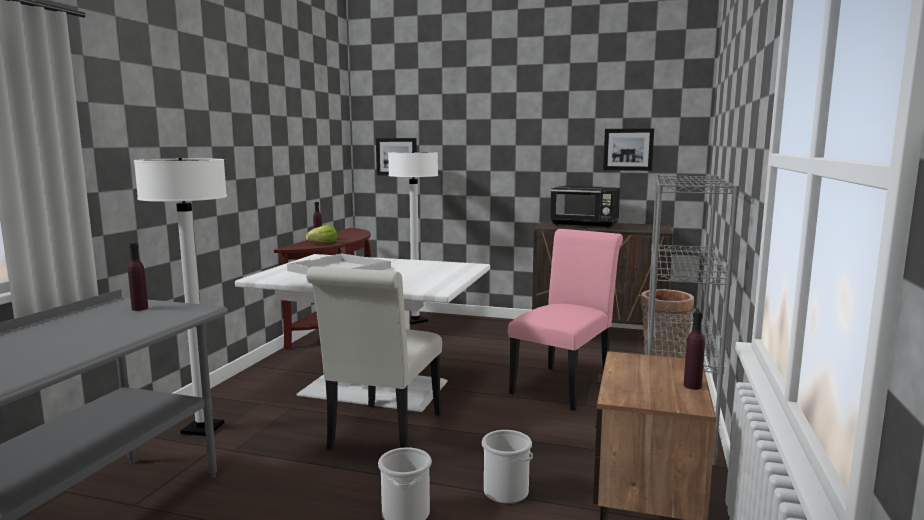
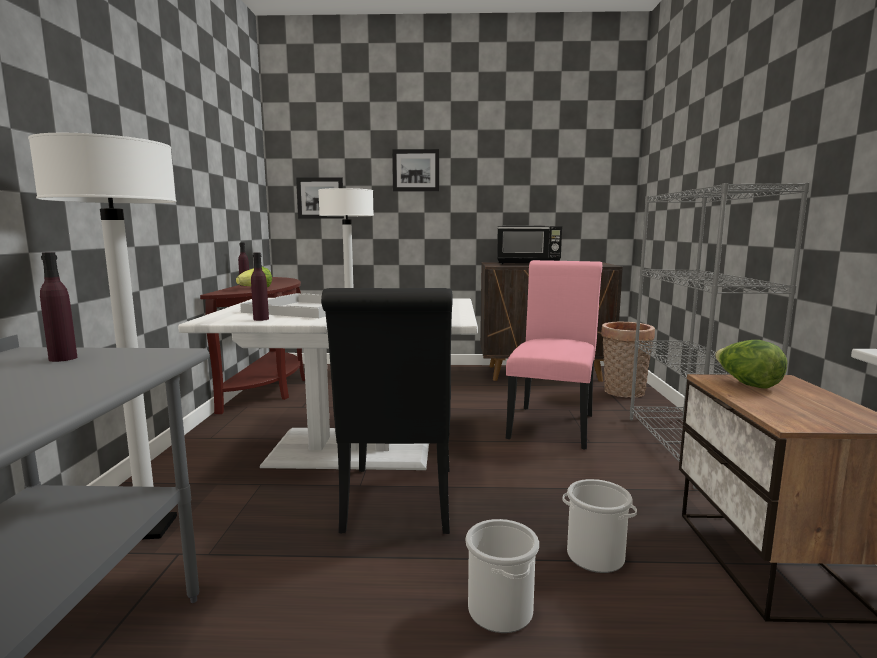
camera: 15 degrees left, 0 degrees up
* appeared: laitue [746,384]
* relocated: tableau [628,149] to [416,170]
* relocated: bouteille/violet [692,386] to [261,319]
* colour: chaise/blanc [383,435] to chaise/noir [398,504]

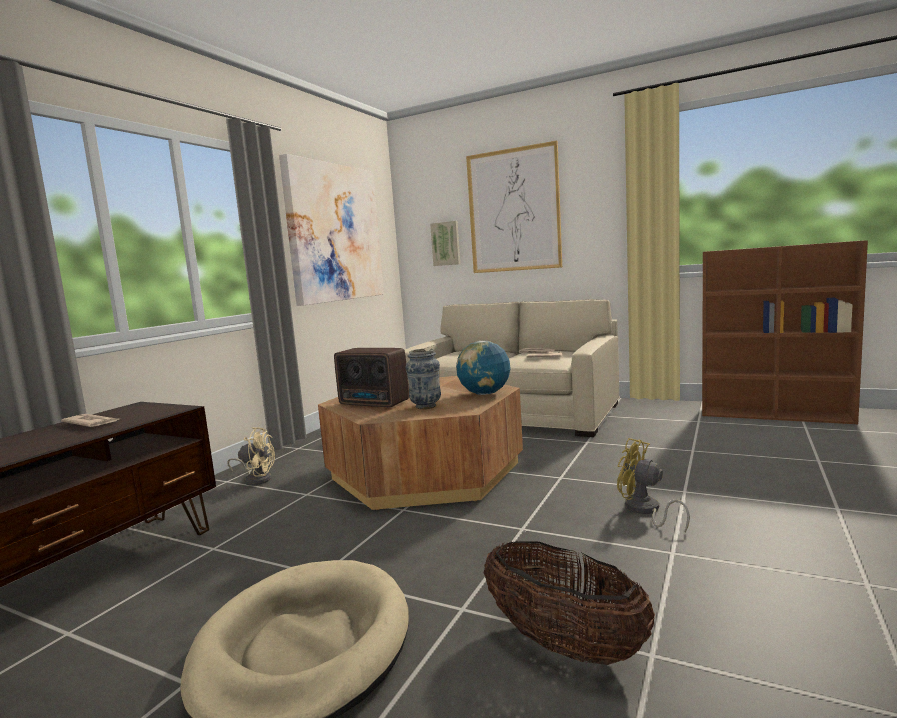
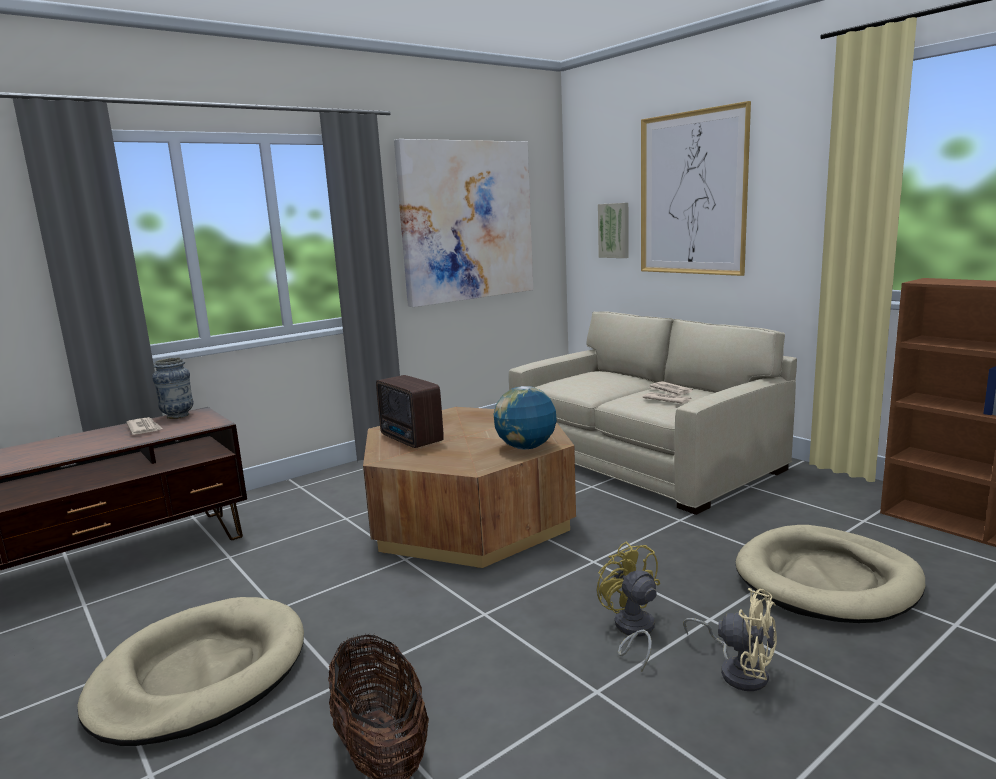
camera: 25 degrees right, 5 degrees up
* appeared: panier pour chien/beige [827,580]
* relocated: ventilateur/beige [256,479] to [739,670]
* relocated: vase [426,406] to [178,416]

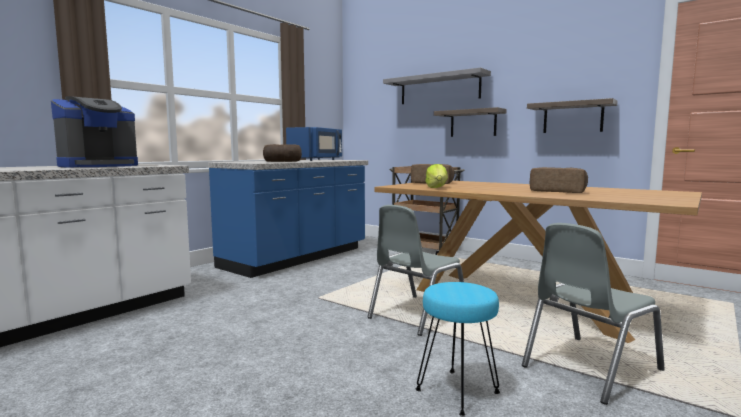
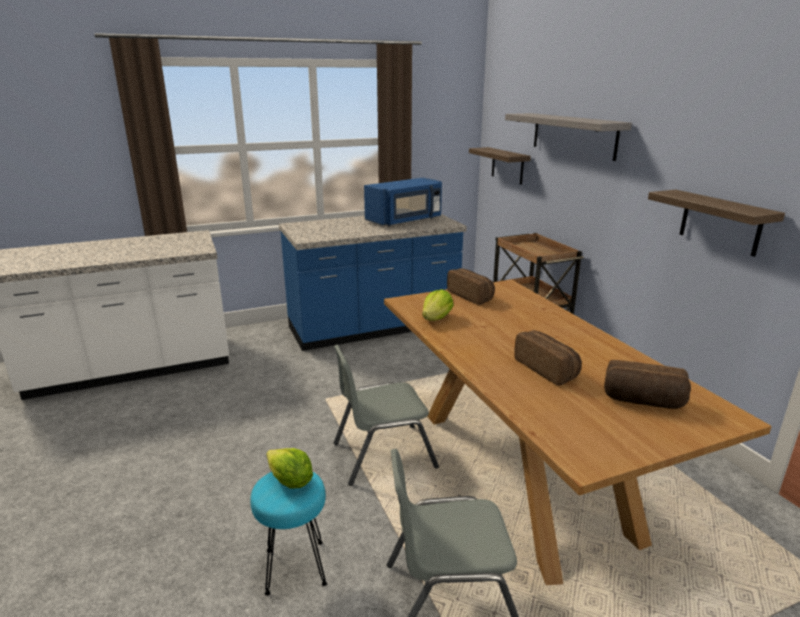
camera: 30 degrees right, 15 degrees up
* missing: machine à café [99,166]
* appeared: laitue [290,482]
* relocated: pain [282,161] to [643,402]
* relocated: étagère [473,123] to [507,165]

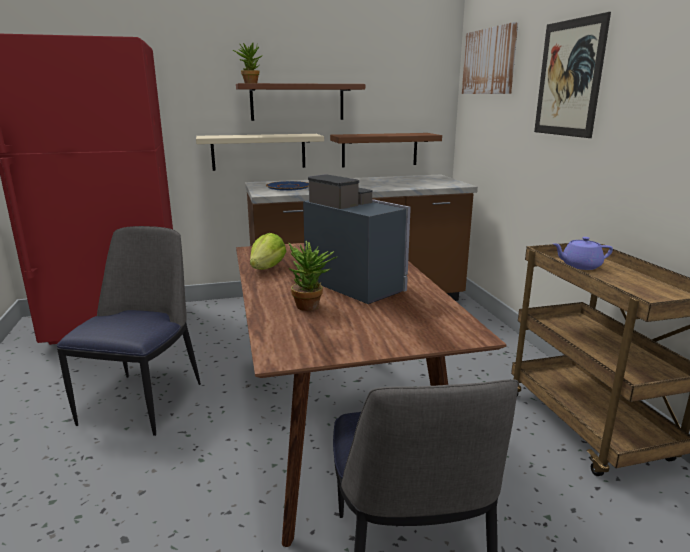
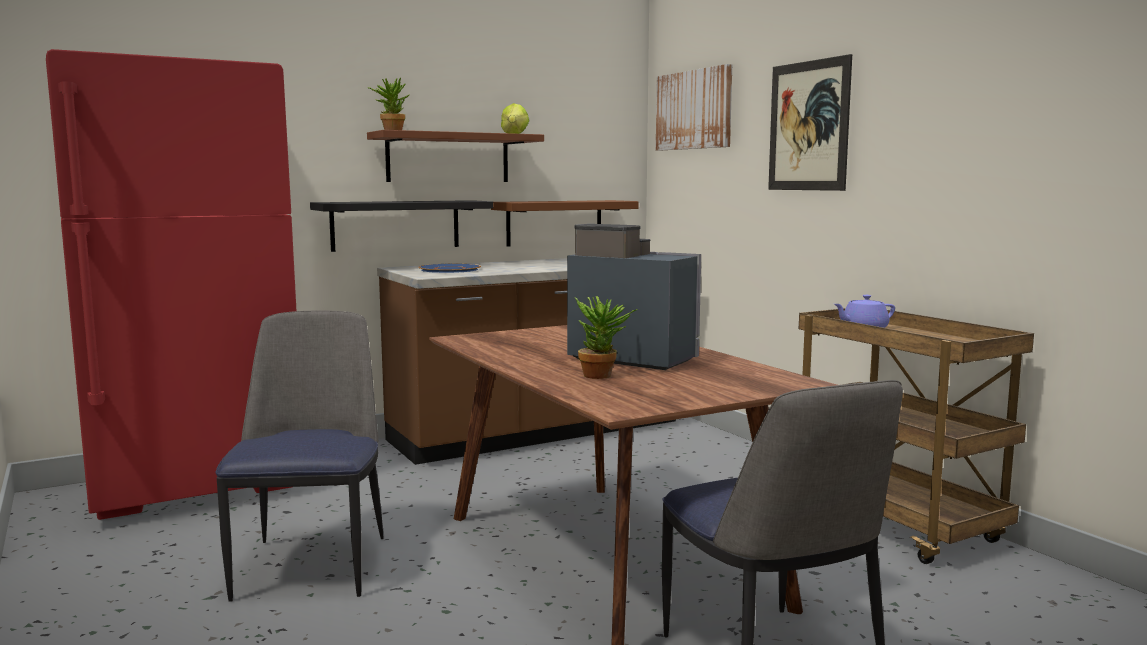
camera: 15 degrees left, 10 degrees down
* relocated: laitue [267,268] to [514,134]
* colour: étagère/beige [259,151] to étagère/noir [396,225]

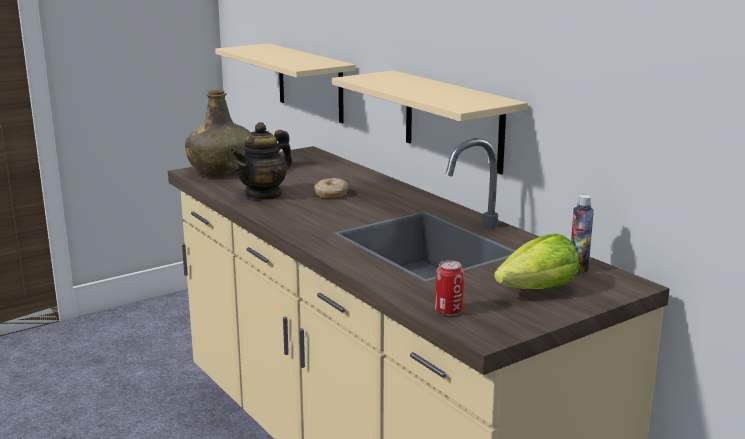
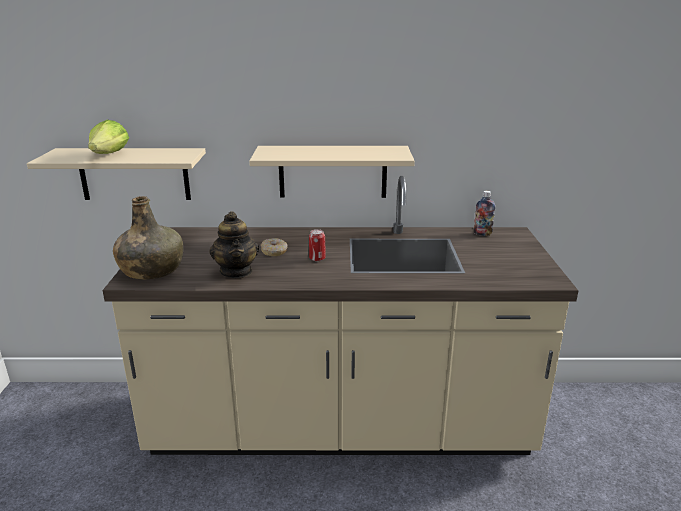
camera: 55 degrees left, 5 degrees up
* relocated: boîte métallique [448,311] to [317,258]
* relocated: laitue [538,290] to [109,155]

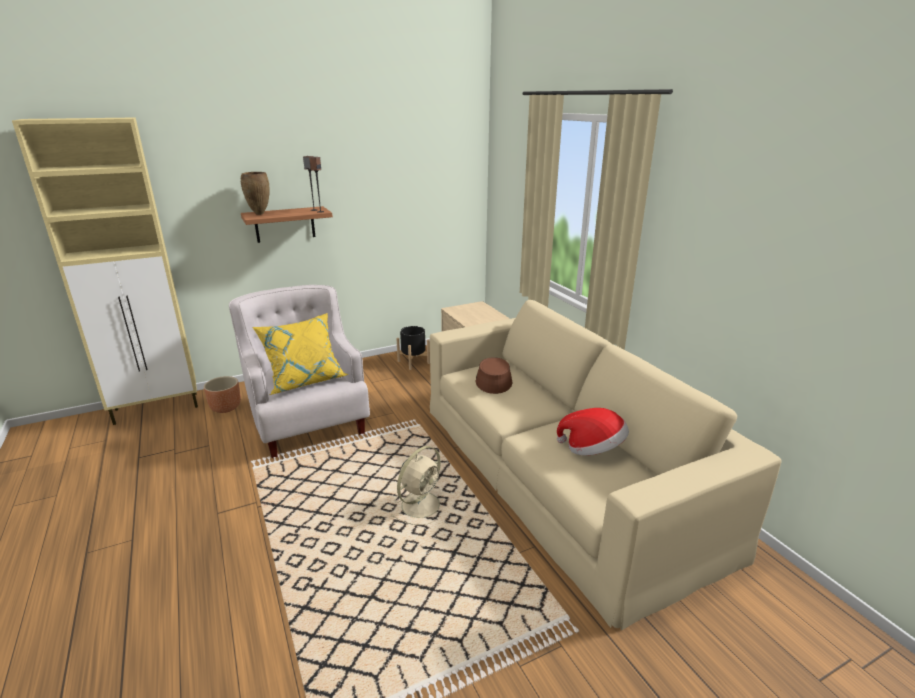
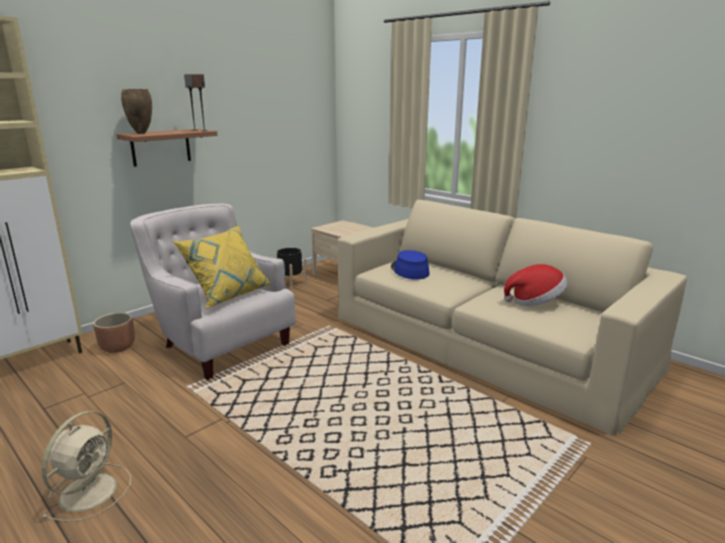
camera: 20 degrees left, 5 degrees down
* relocated: ventilateur/beige [421,504] to [90,490]
* colour: chapeau/marron [493,380] to chapeau/bleu [409,270]

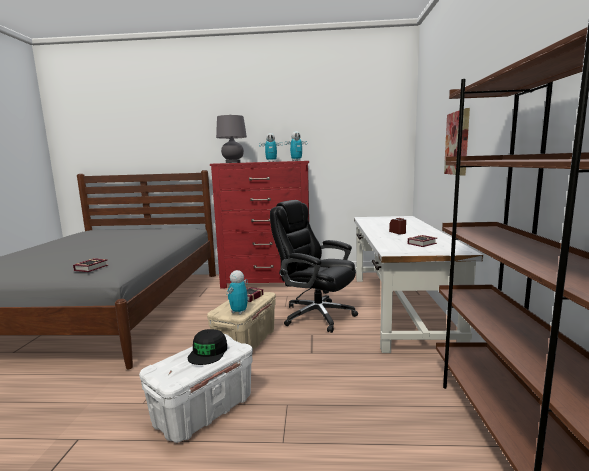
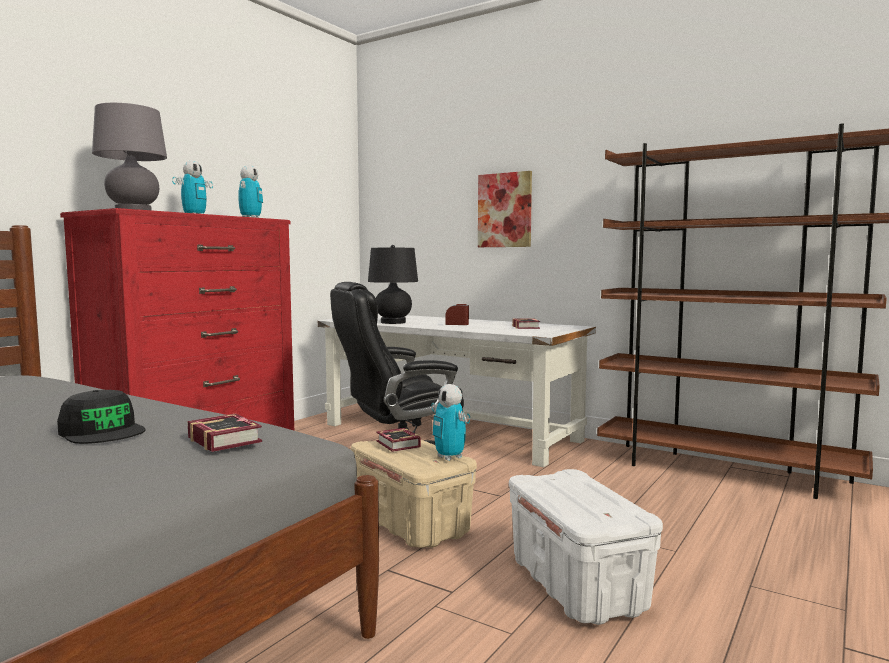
camera: 60 degrees left, 5 degrees down
* appeared: lampe de table/noir [393,322]
* relocated: casquette/noir [208,352] to [102,431]

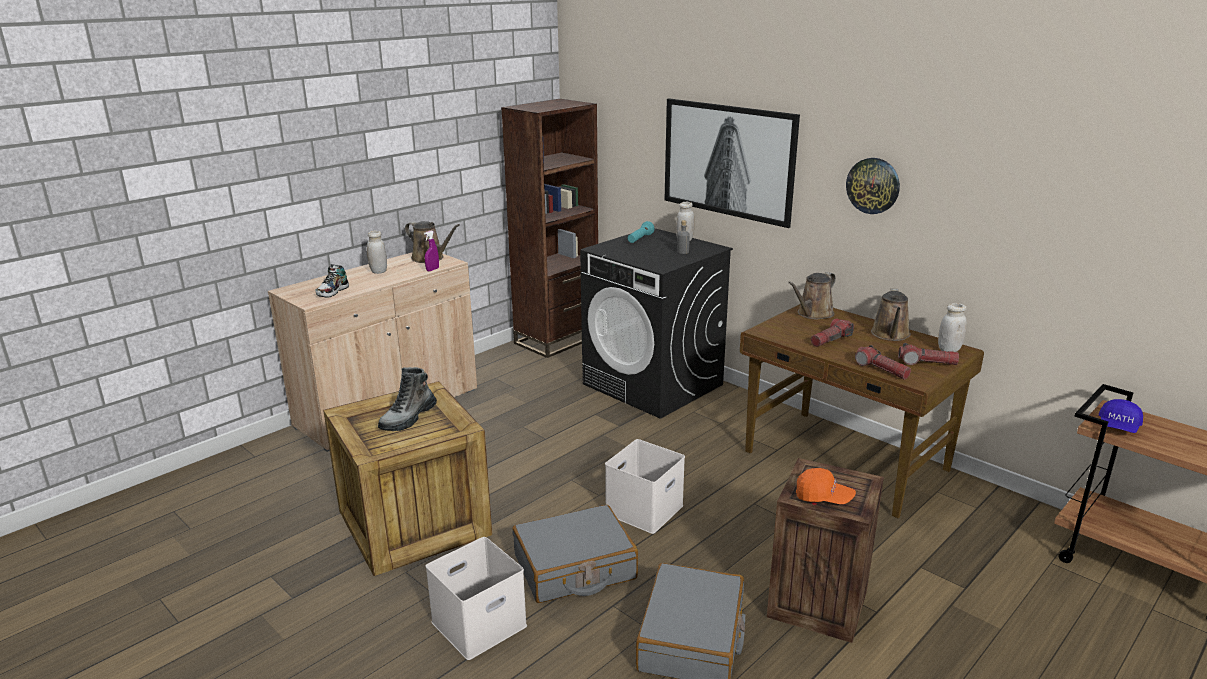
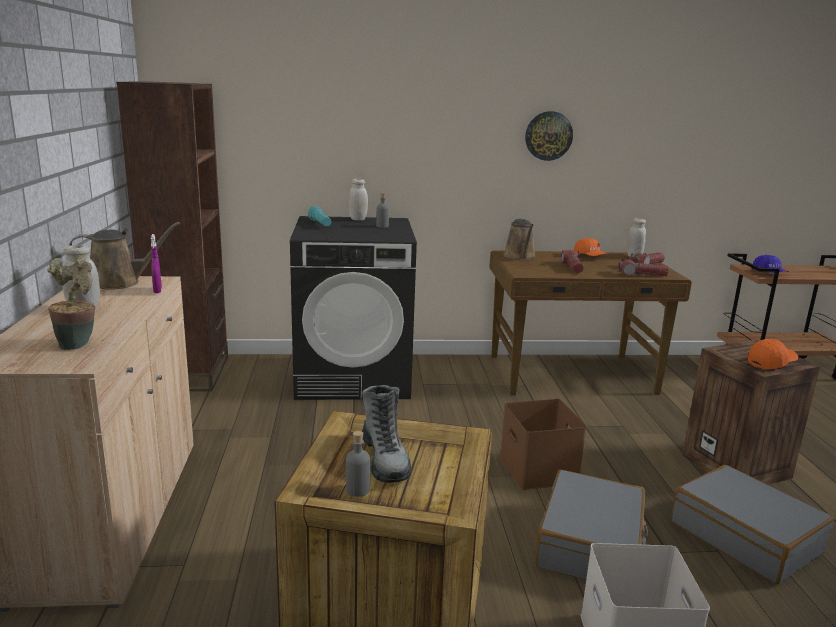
camera: 50 degrees left, 5 degrees down
* missing: tableau [727,160]
* appeared: bouteille/gris [357,490]
* exchanged: chaussure [333,292] to plante en pot [78,344]
* exchanged: arrosoir/marron [890,335] to casquette/orange [590,257]
* colour: boîte de rangement/blanc [644,508] to boîte de rangement/marron [536,469]

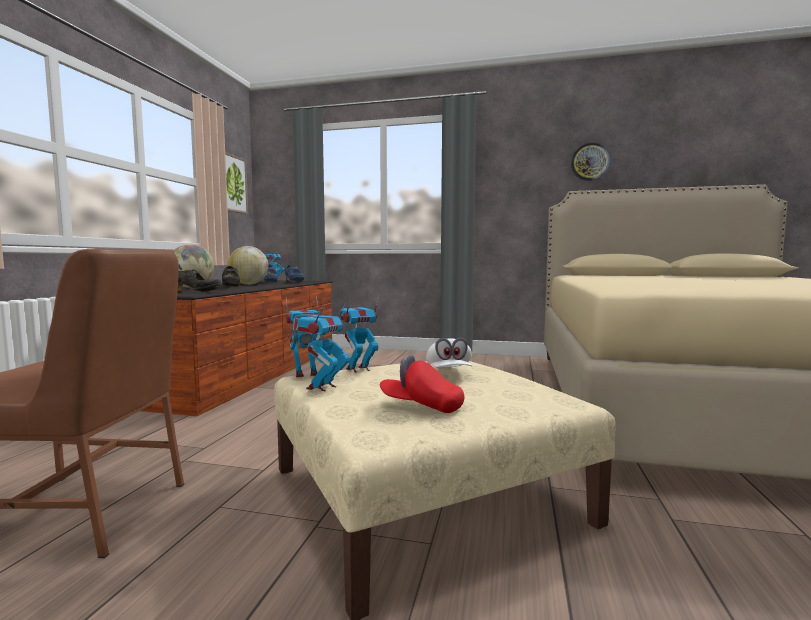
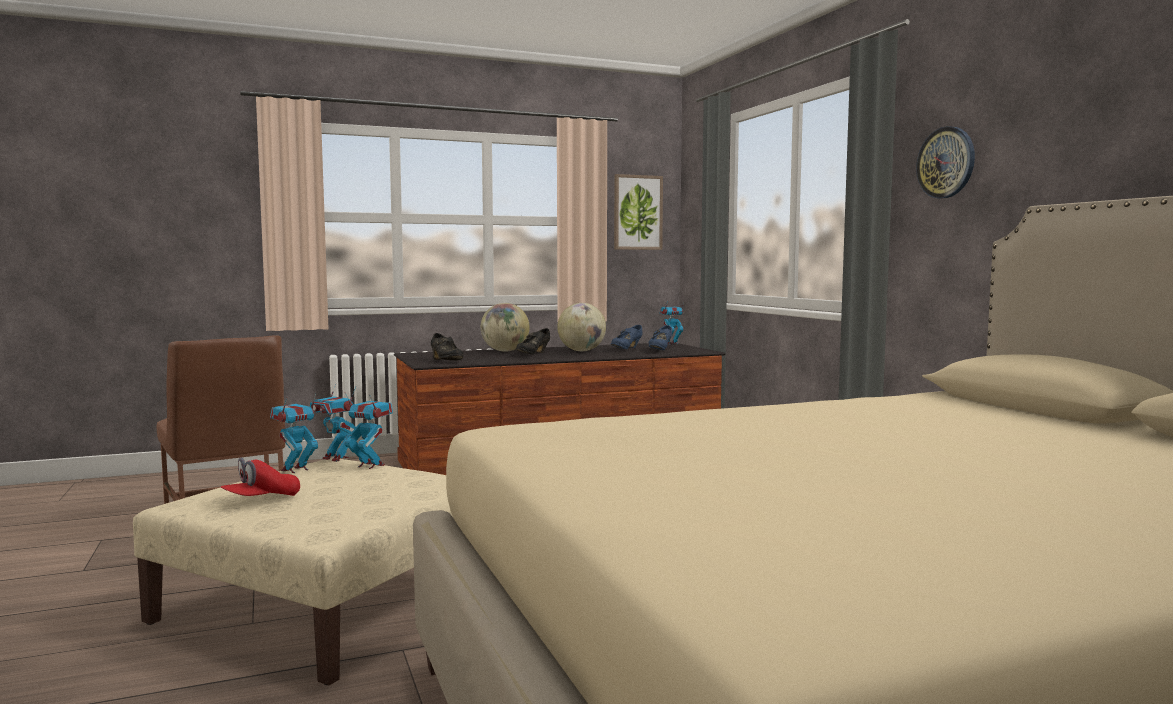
camera: 55 degrees right, 0 degrees up
* missing: casquette/blanc [449,373]
* relocated: horloge murale [590,162] to [946,162]
* spun: robot jouet [321,387] = [295,470] 45 degrees counterclockwise
* spun: casquette/rouge [421,406] = [261,500] 120 degrees counterclockwise

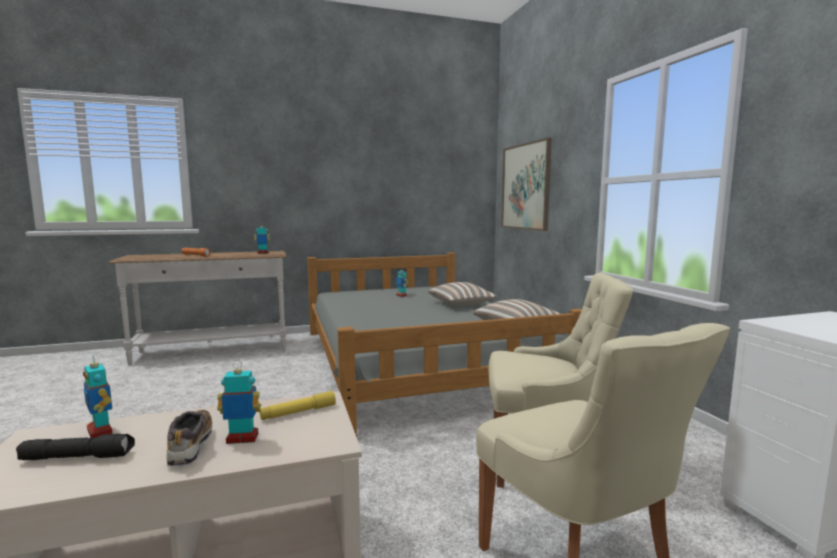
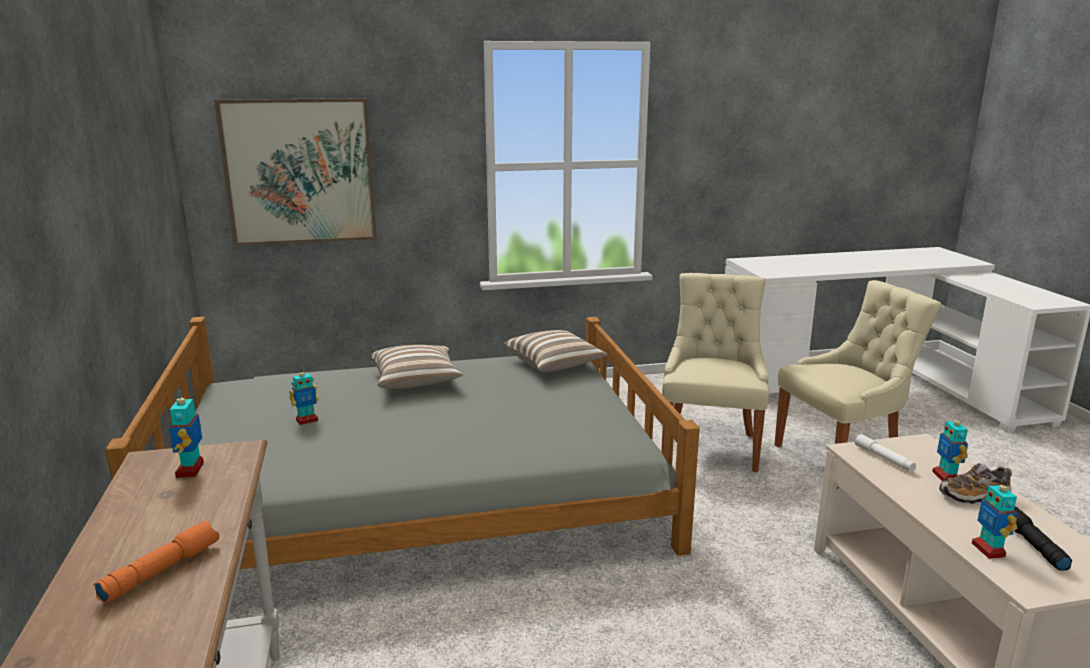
camera: 85 degrees left, 10 degrees up
* colour: lampe de poche/jaune [298,412] to lampe de poche/blanc [884,459]
* spun: robot jouet [101,431] = [989,550] 120 degrees clockwise

